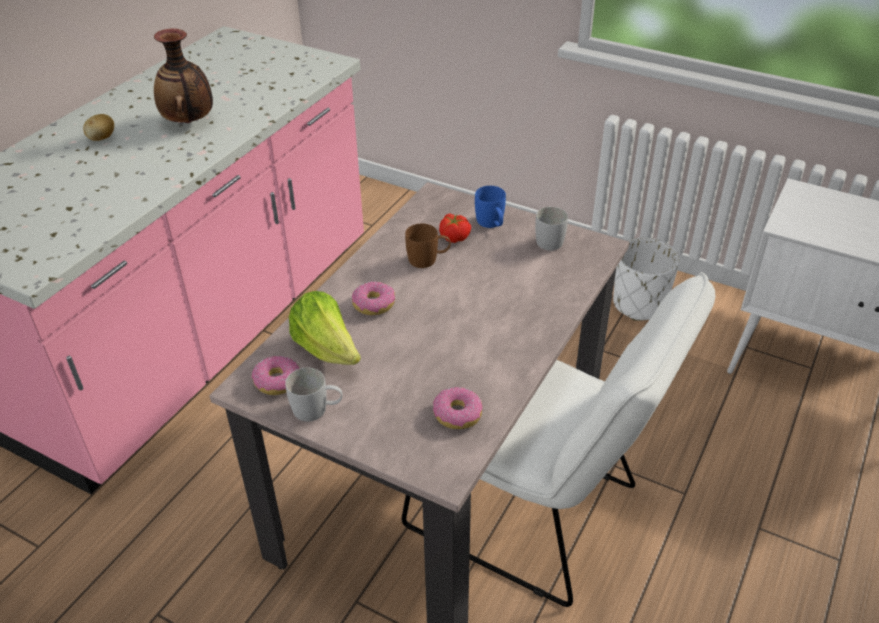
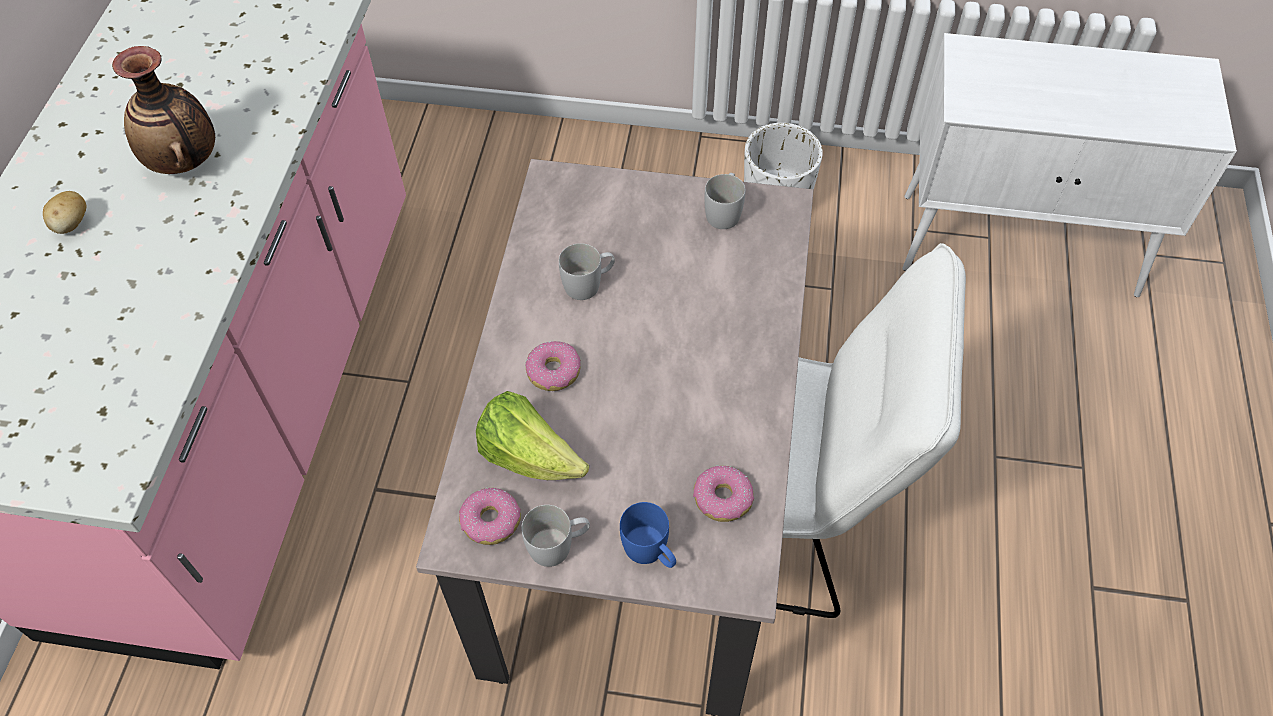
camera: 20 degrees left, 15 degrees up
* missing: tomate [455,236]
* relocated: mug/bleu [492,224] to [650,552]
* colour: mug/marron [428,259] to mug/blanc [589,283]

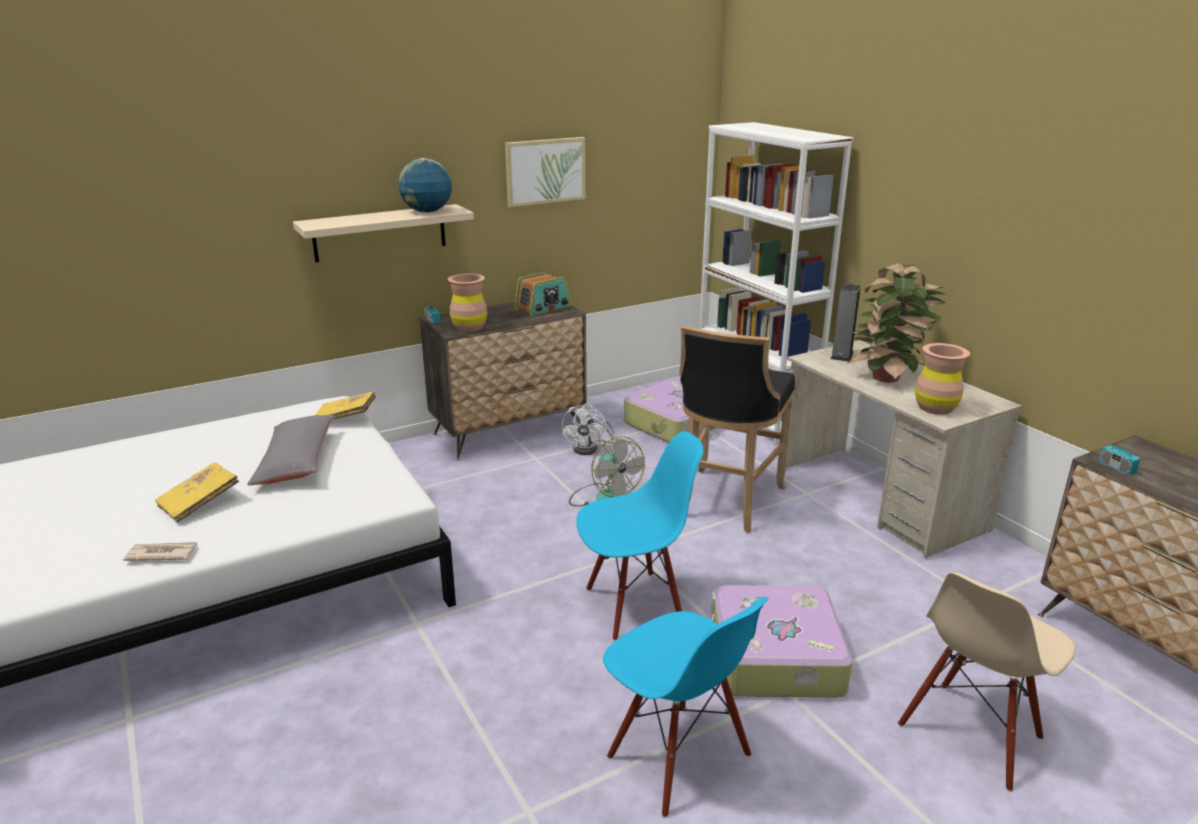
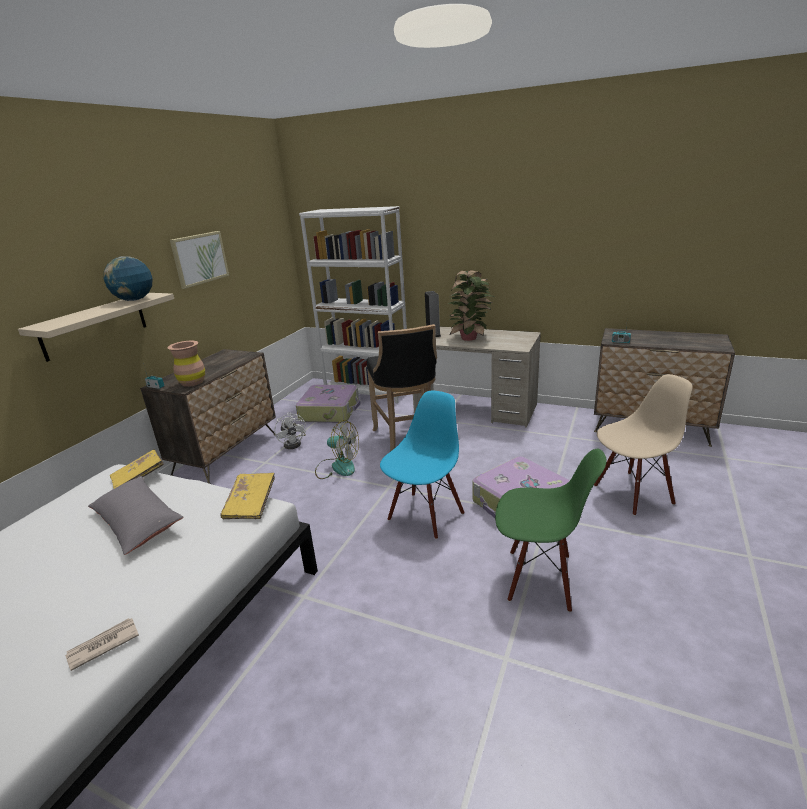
camera: 35 degrees left, 0 degrees up
* missing: radio [543,308]
* missing: vase/marron [935,408]
* relocated: livre/jaune [199,502] to [251,504]
* colour: chaise/bleu [678,758] to chaise/vert [540,579]
* spun: chaise/beige [971,734] = [632,493] 120 degrees counterclockwise

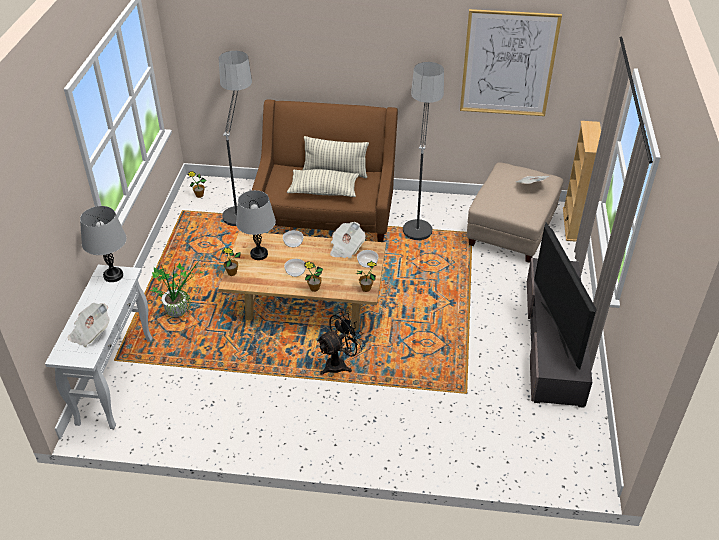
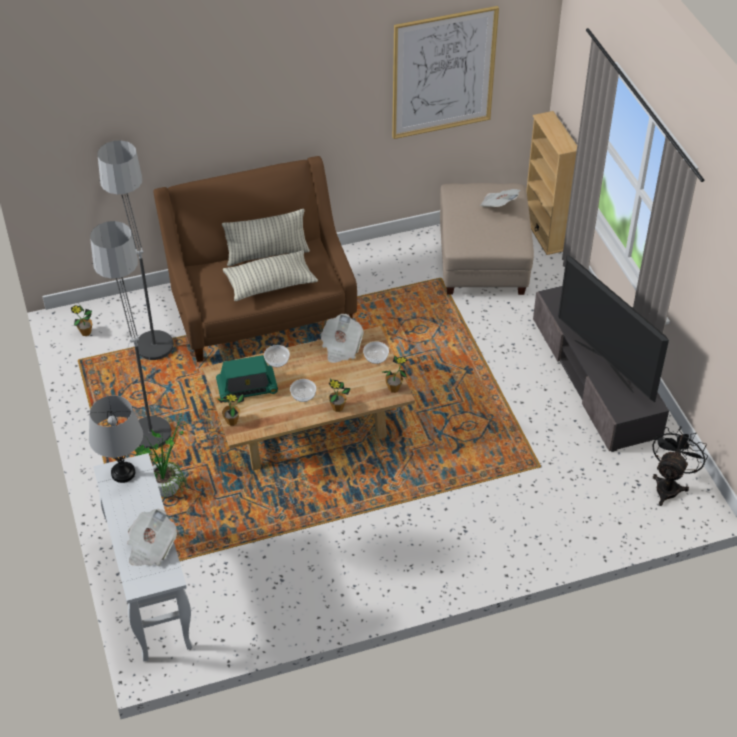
camera: 25 degrees left, 5 degrees up
* relocated: ventilateur/noir [340,364] to [669,485]
* relocated: lampadaire [417,217] to [143,411]
* exchanged: lampe de table/gris [259,254] to radio [247,388]

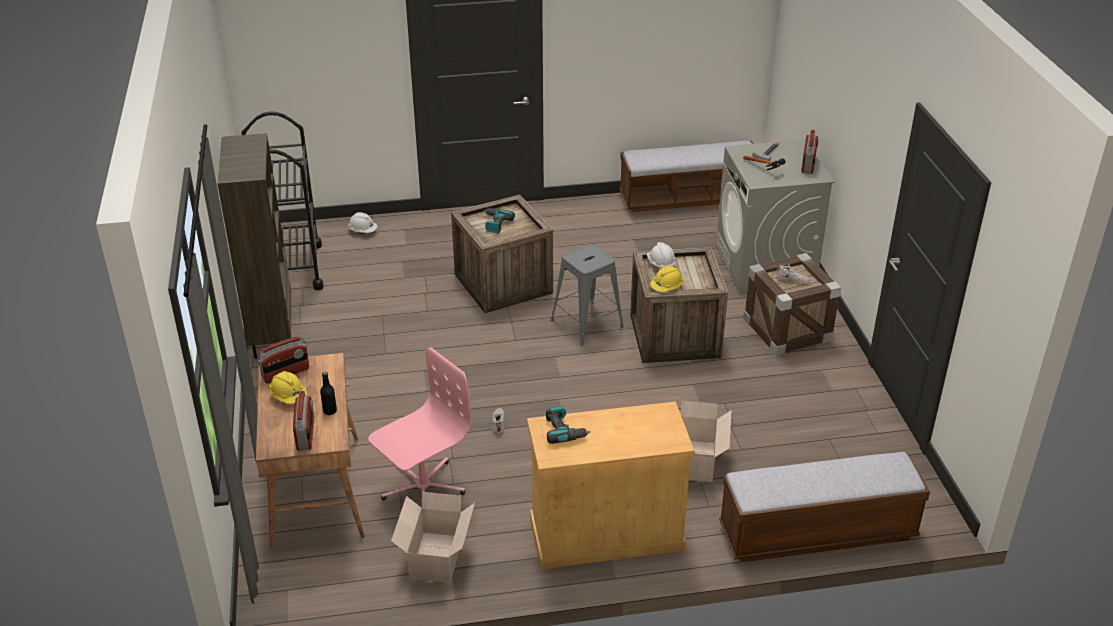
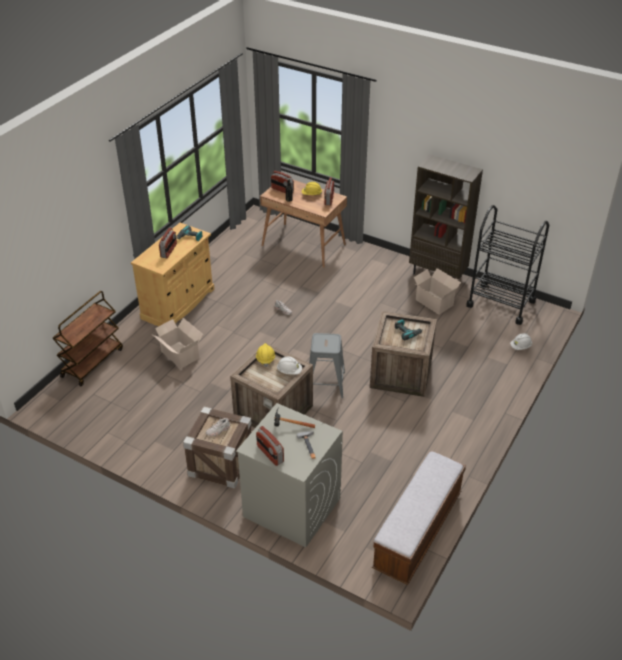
camera: 130 degrees right, 5 degrees up
* missing: chaise de bureau/rose [422,487]
* appeared: radio [169,251]
* relocated: carton [435,559] to [433,302]
* exchanged: banc [817,532] to chariot/marron [92,362]

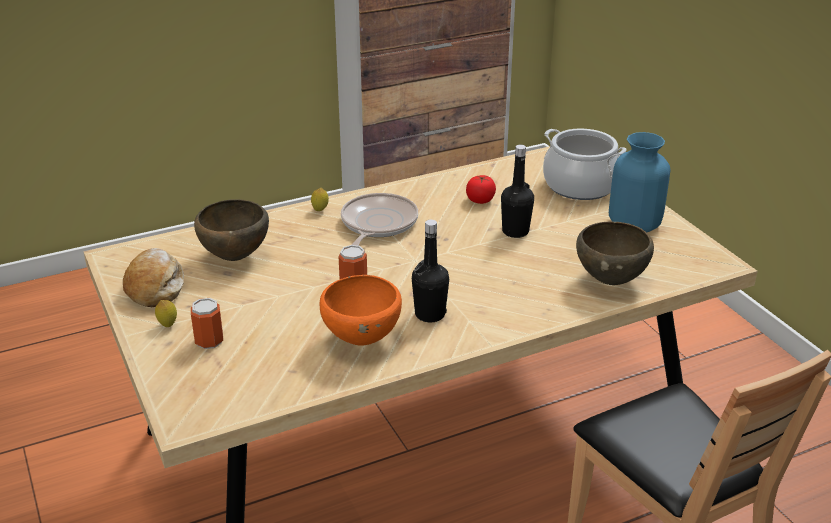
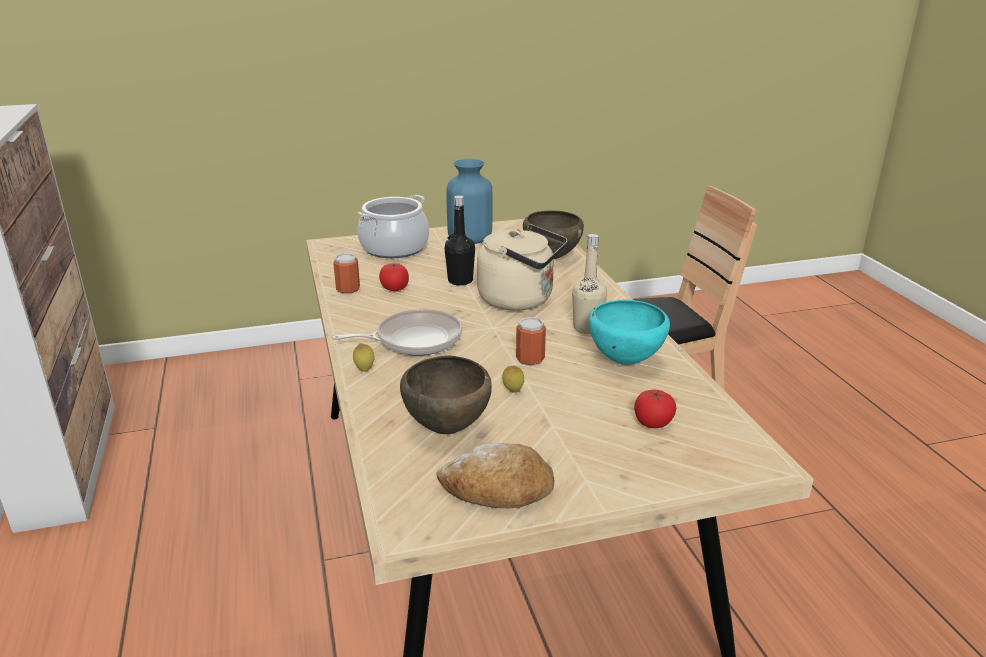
camera: 80 degrees left, 5 degrees down
* appeared: bouilloire/beige [520,300]
* appeared: tomate [653,422]
* relocated: citron [168,325] to [513,391]
* relocated: boîte métallique [209,341] to [348,290]
* colour: bol/orange [362,339] to bol/turquoise [624,361]
* colour: bouteille/noir [430,314] to bouteille/beige [587,328]
* spun: poêle [377,224] = [414,340] 135 degrees clockwise

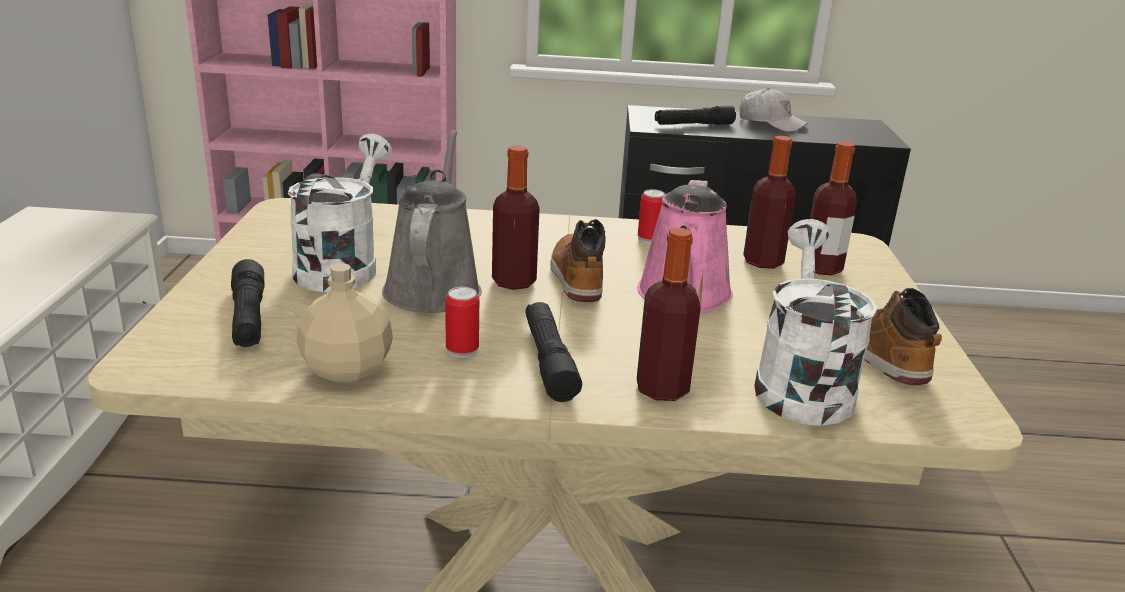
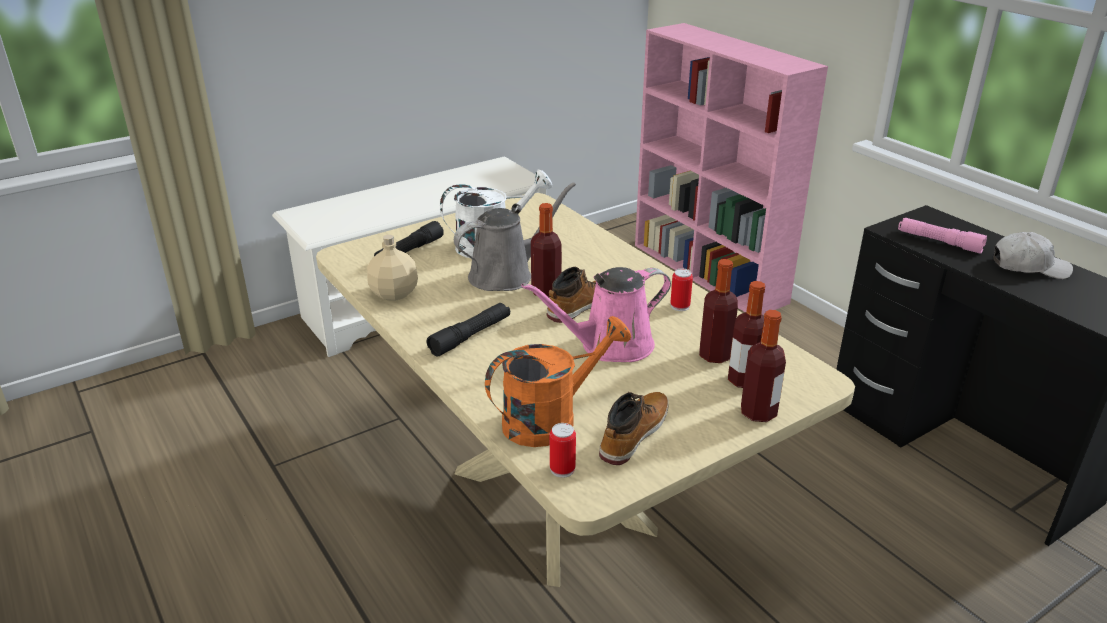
camera: 55 degrees right, 5 degrees up
* relocated: boîte métallique [462,350] to [562,469]
* relocated: bouteille [662,389] to [758,412]
* colour: lampe de poche/noir [694,125] to lampe de poche/rose [939,242]
* colour: arrosoir/blanc [800,383] to arrosoir/orange [551,419]
* spun: casquette/blanc [771,123] = [1029,267] 75 degrees counterclockwise

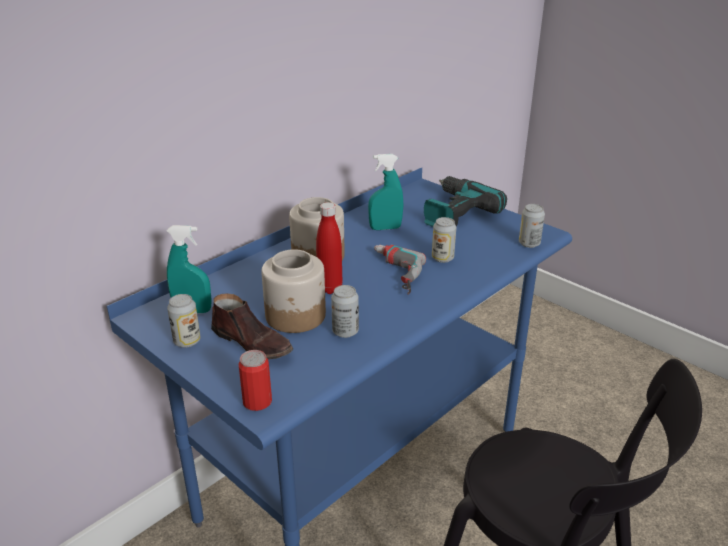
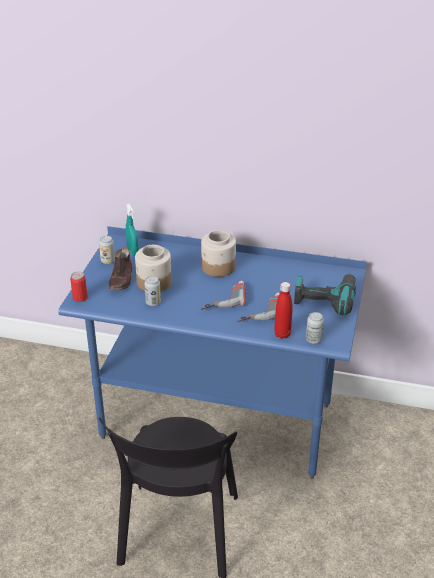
camera: 60 degrees right, 5 degrees up
* missing: vaporisateur/turquoise [385,228]
* relocated: bouteille/rouge [330,288] to [282,334]
* exchanged: boîte métallique [442,258] to perceuse [259,310]

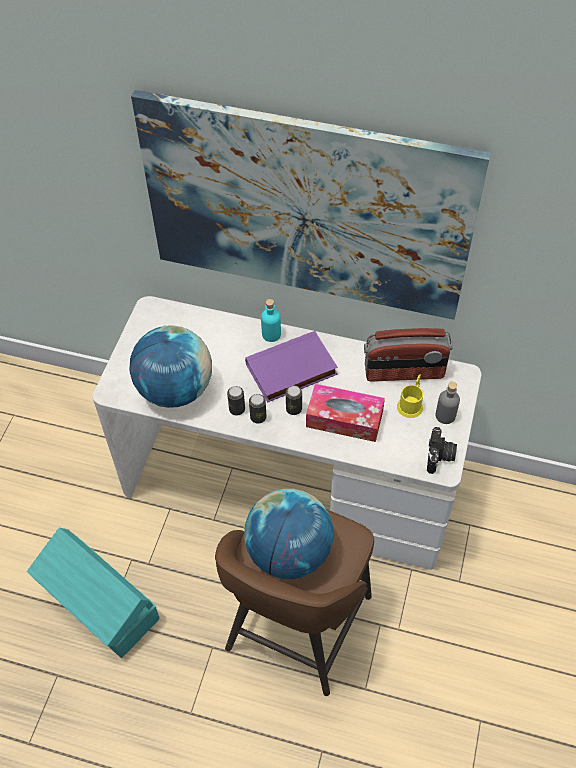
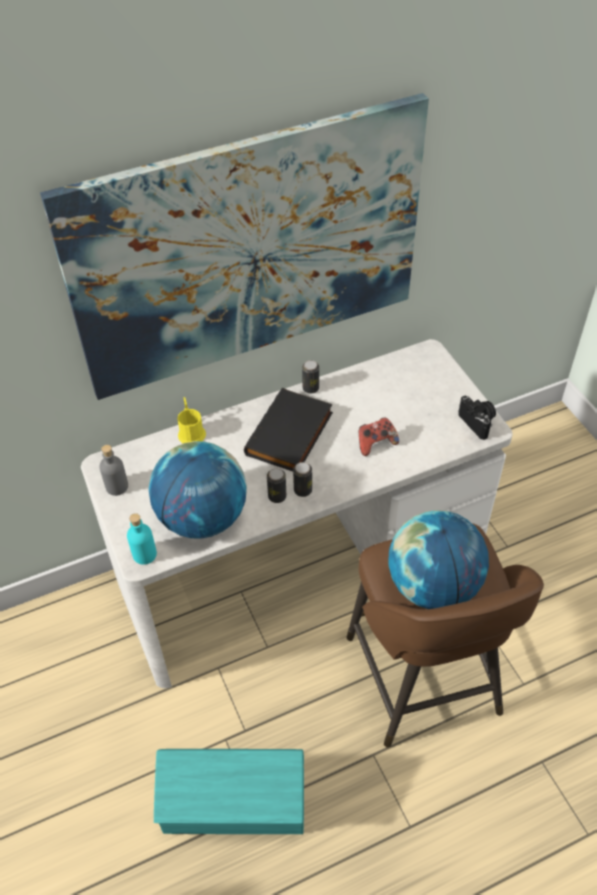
camera: 40 degrees left, 5 degrees down
* missing: radio [404,372]
* relocated: bouteille/turquoise [271,334] to [144,554]
* relocated: boîte métallique [294,409] to [310,388]
* relocated: mug/jaune [411,403] to [191,431]
* relocated: bouteille/gris [445,415] to [117,486]
* exchanged: boîte à mouchoirs [344,419] to manette [376,443]
* colour: livre/violet [291,371] to livre/noir [291,435]

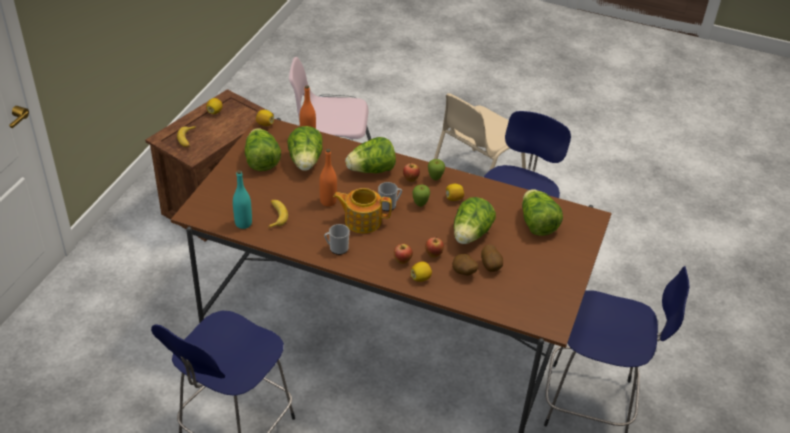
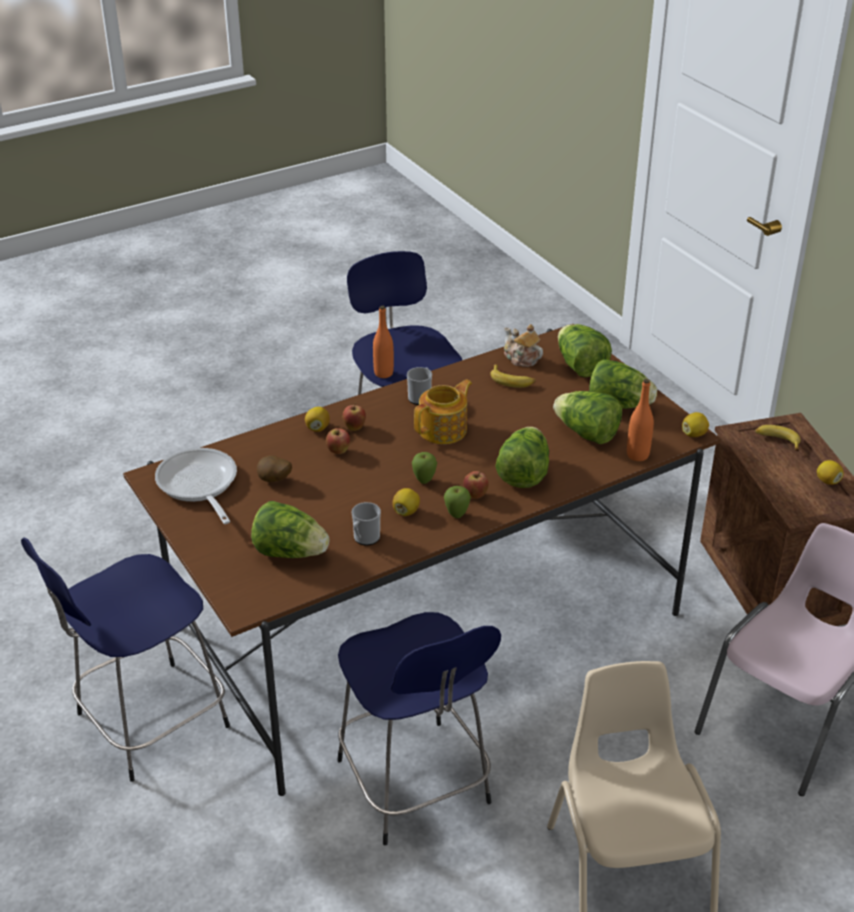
camera: 130 degrees right, 5 degrees down
* missing: pomme de terre [463,273]
* appeared: poêle [199,486]
* relocated: bouteille/orange [328,201] to [383,373]
* relocated: mug [389,205] to [365,539]
* relocated: laitue [470,235] to [580,366]
* exchanged: bouteille/turquoise [243,223] to théière [521,358]

